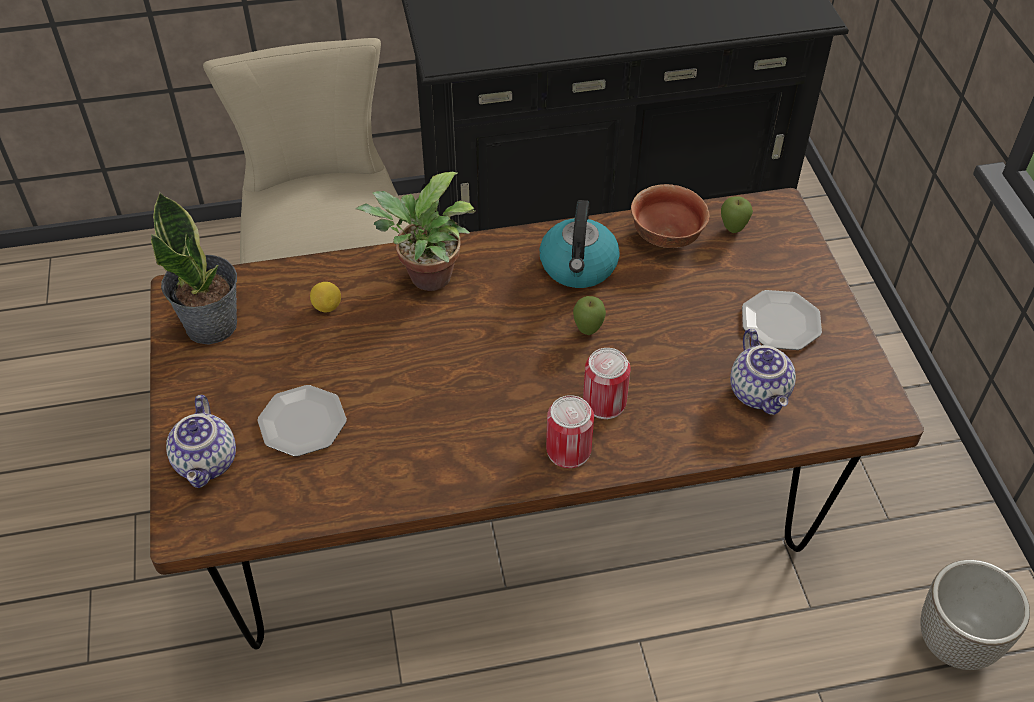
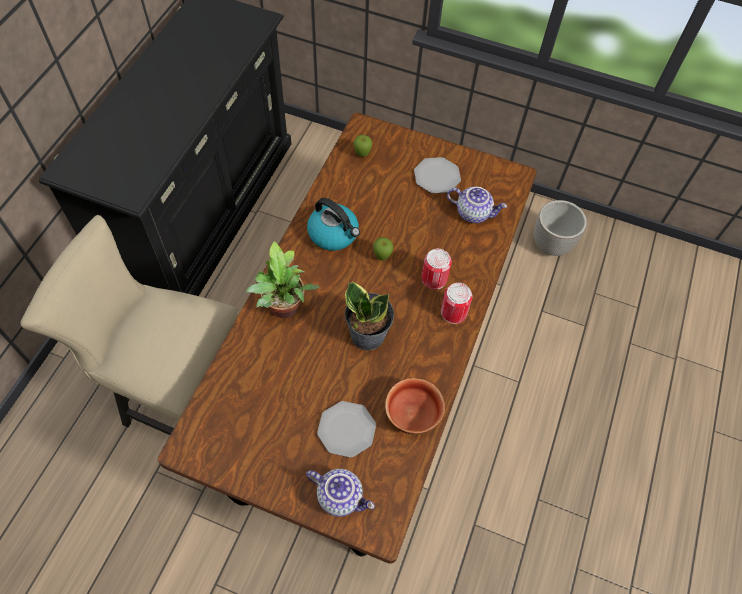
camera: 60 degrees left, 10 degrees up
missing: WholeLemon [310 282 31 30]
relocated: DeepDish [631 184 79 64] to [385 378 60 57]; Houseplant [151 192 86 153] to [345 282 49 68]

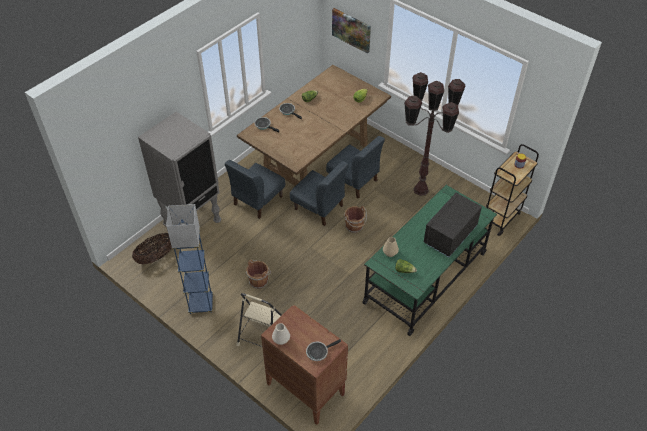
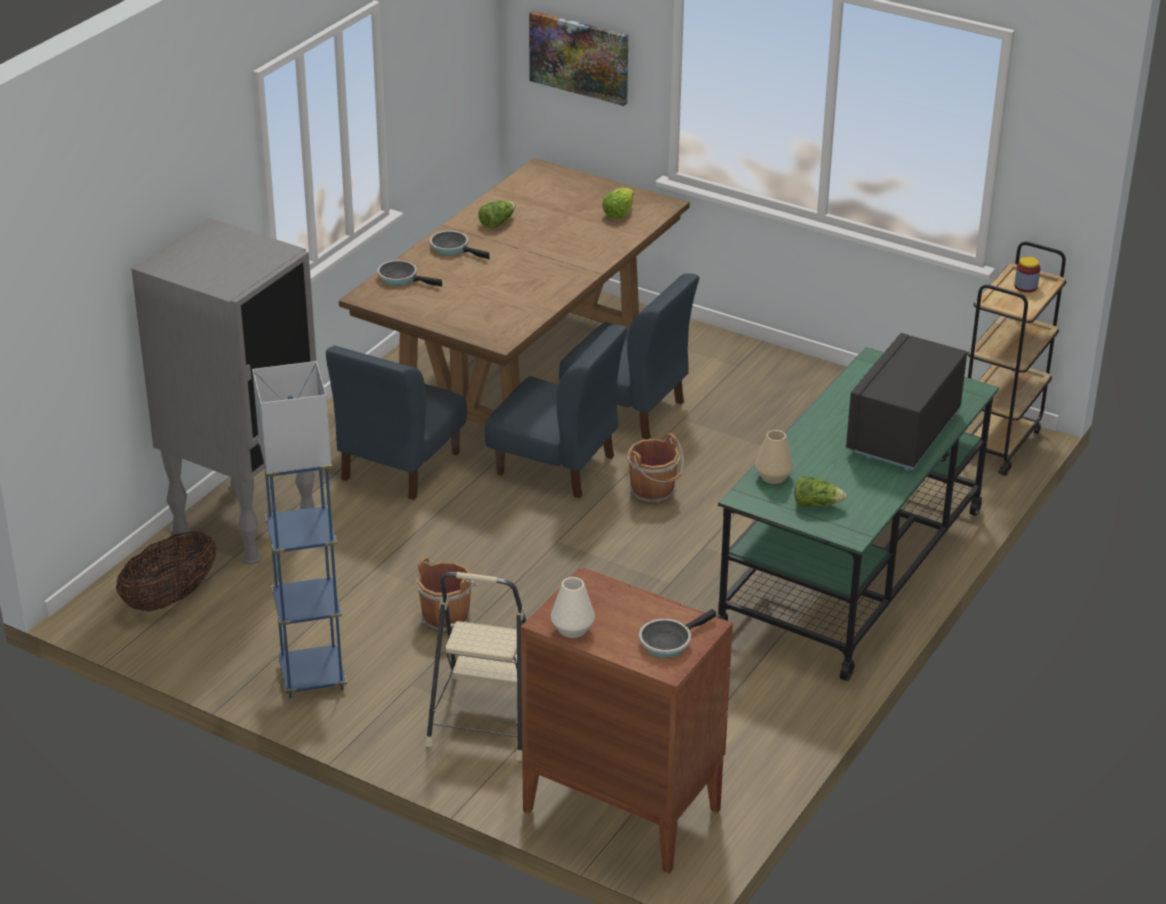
camera: 10 degrees left, 15 degrees down
missing: BrownColouredStandingLamp [404 72 62 124]

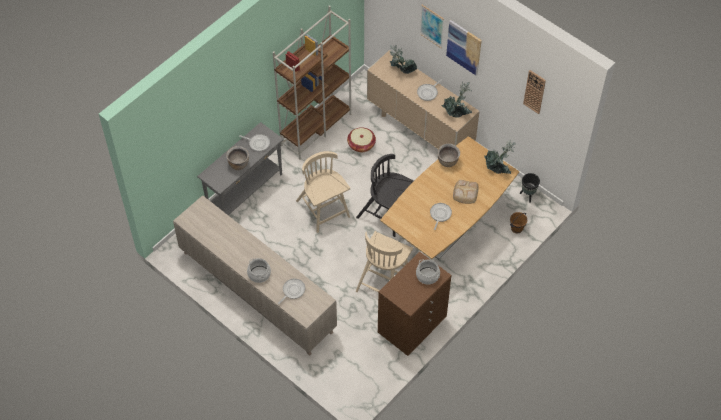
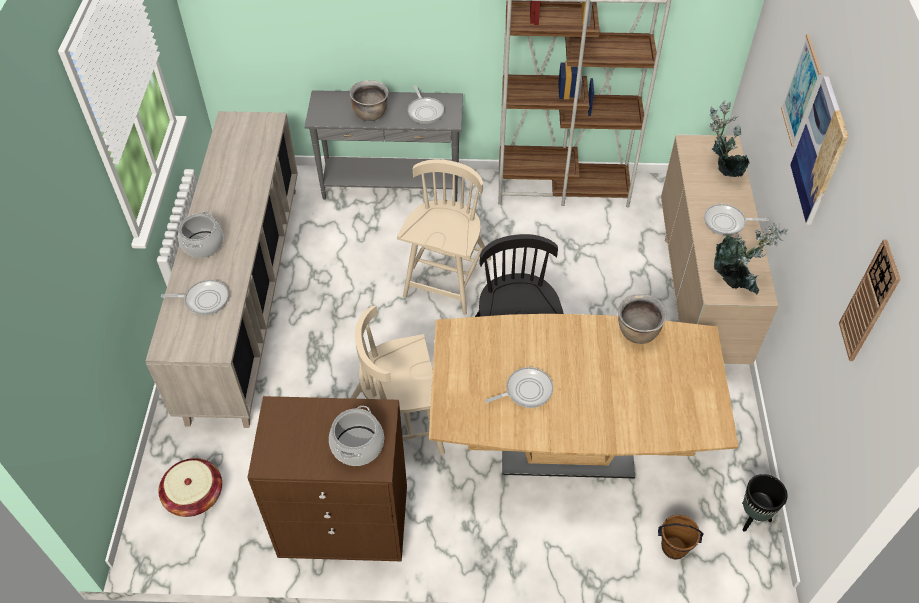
camera: 50 degrees right, 5 degrees down
missing: Houseplant [484 141 32 33]; BakeryBread [453 180 26 24]
relocated: HouseholdBasket [347 127 29 25] to [159 458 63 59]

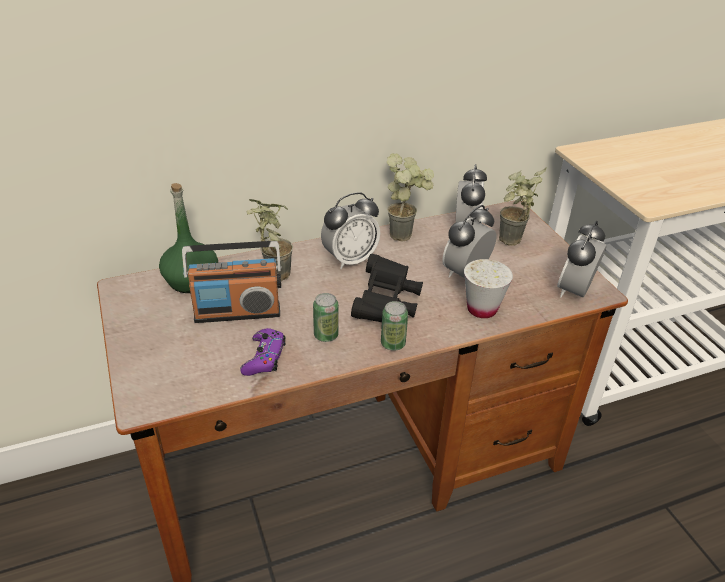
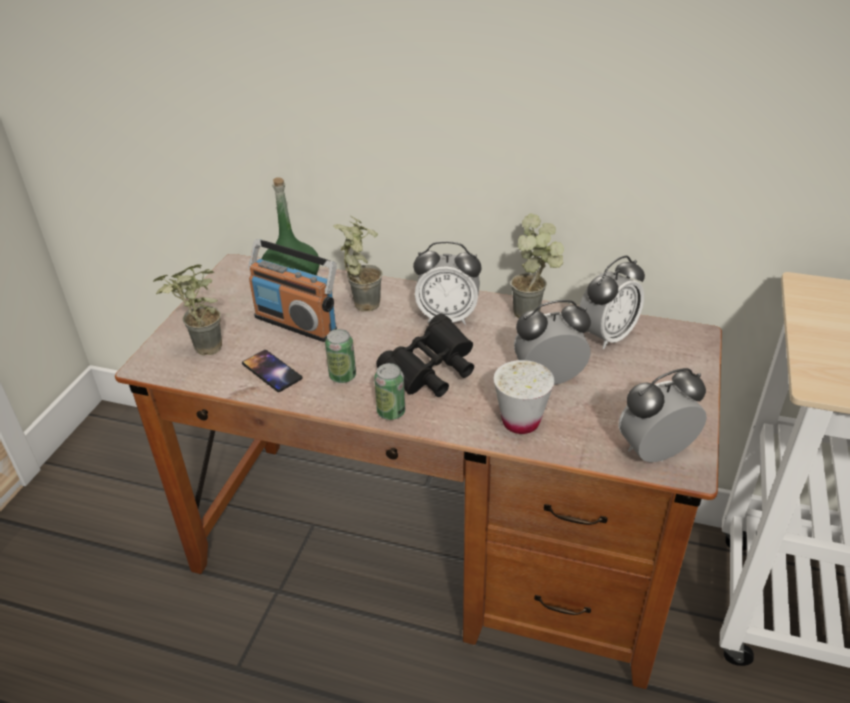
camera: 40 degrees right, 0 degrees up
relocated: Houseplant [499 167 48 79] to [154 265 68 91]
exchanged: PurpleGamepad [240 328 45 48] to Handset [242 350 61 42]

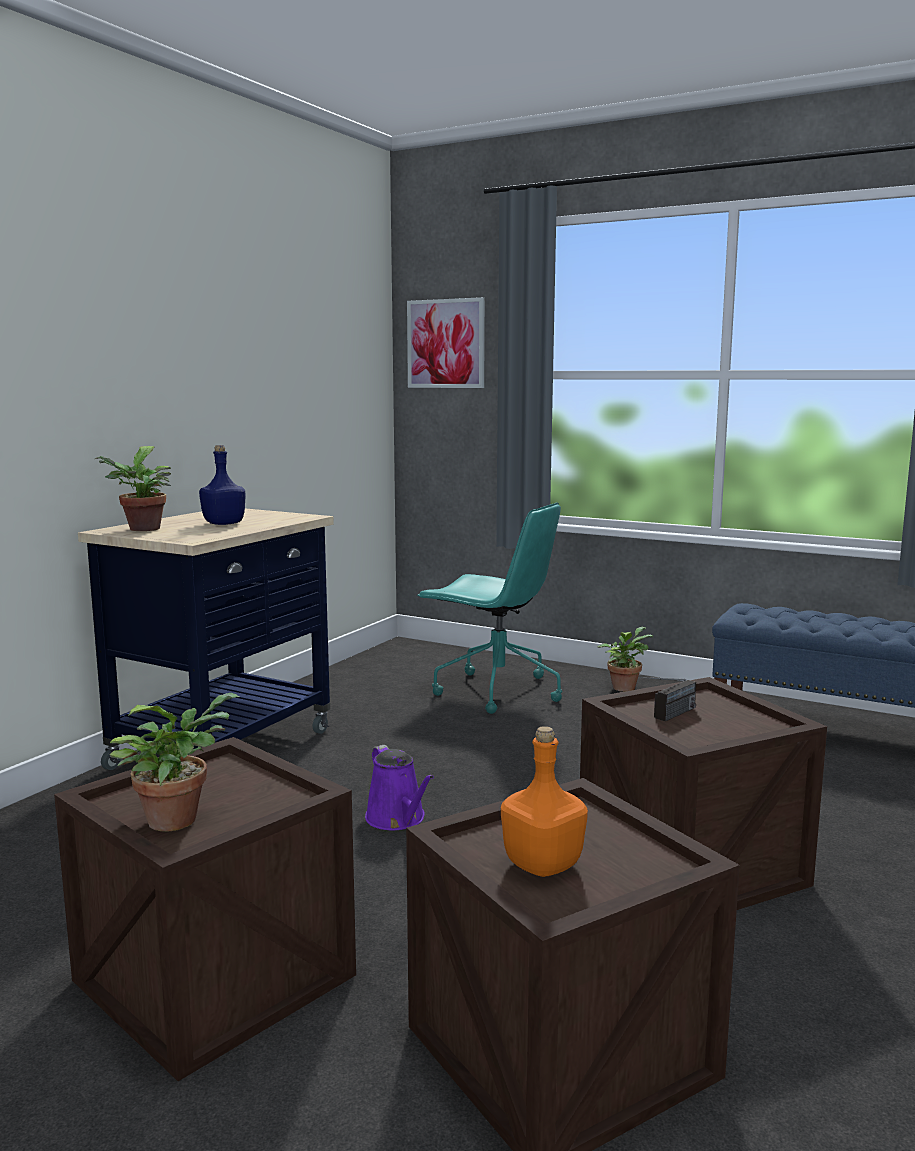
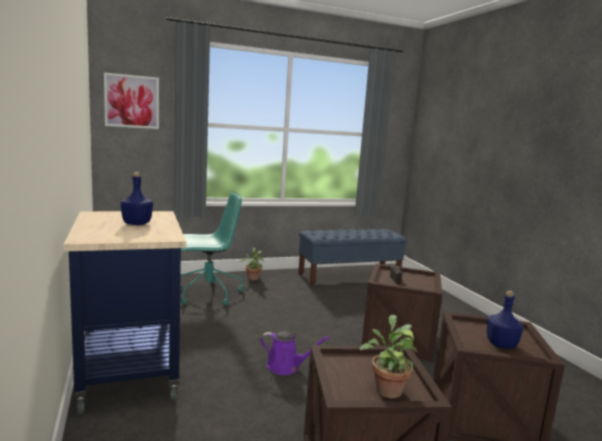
camera: 50 degrees left, 0 degrees up
missing: Houseplant [95 446 76 85]
colour: OrangeColouredBottle [501 726 87 151] to BlueBottle [487 290 36 59]

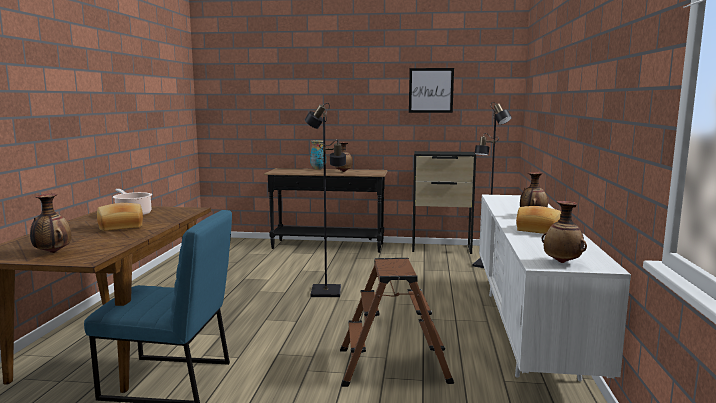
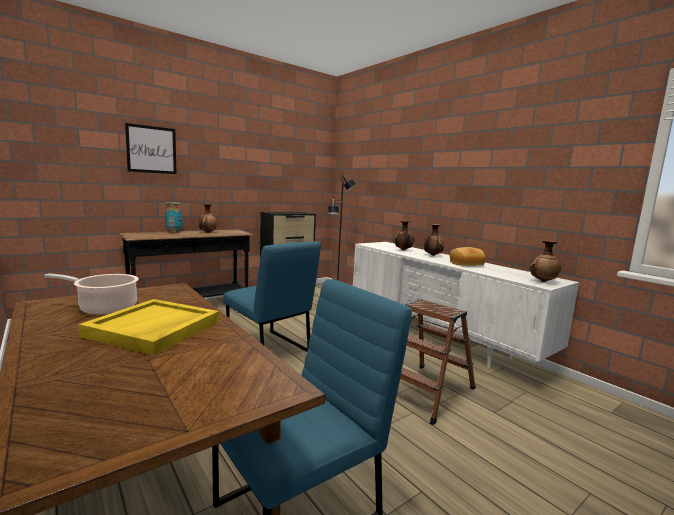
camera: 45 degrees left, 0 degrees up
relocated: WallPicture [409 68 45 45] to [125 123 52 51]; DecorativeVase [30 194 42 59] to [393 220 22 30]
exchanged: BlackStandingLamp [305 103 41 194] to BlueChair [223 241 98 111]; BakeryBread [97 203 46 28] to YellowColouredCarryingTray [78 299 141 56]

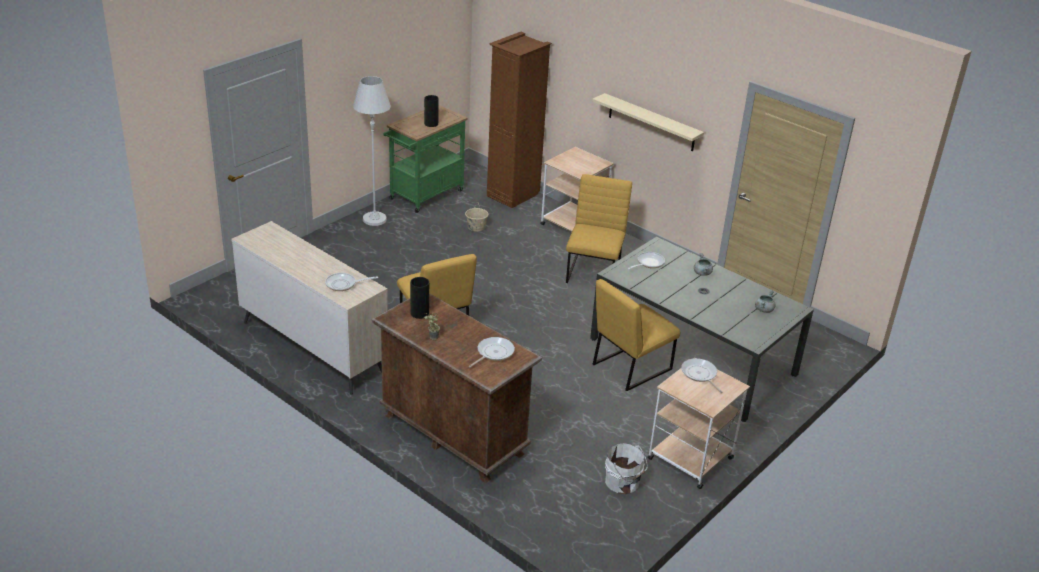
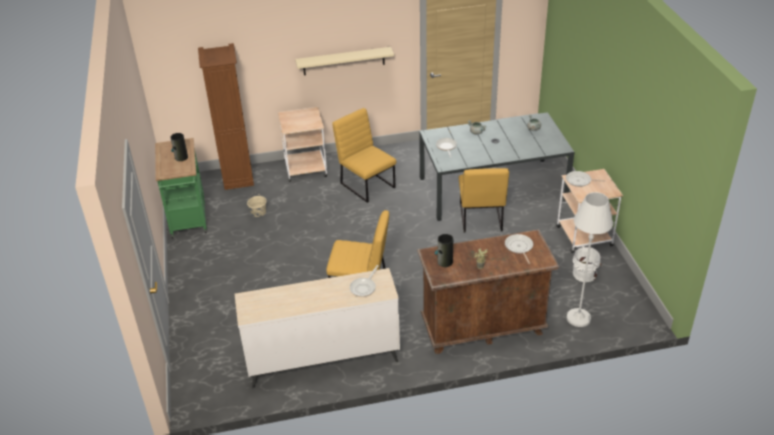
camera: 50 degrees left, 5 degrees up
relocated: WhitishStandingLamp [353 76 38 150] to [566 192 47 135]

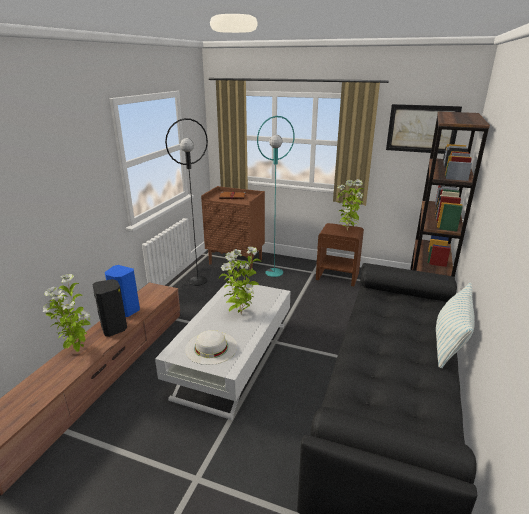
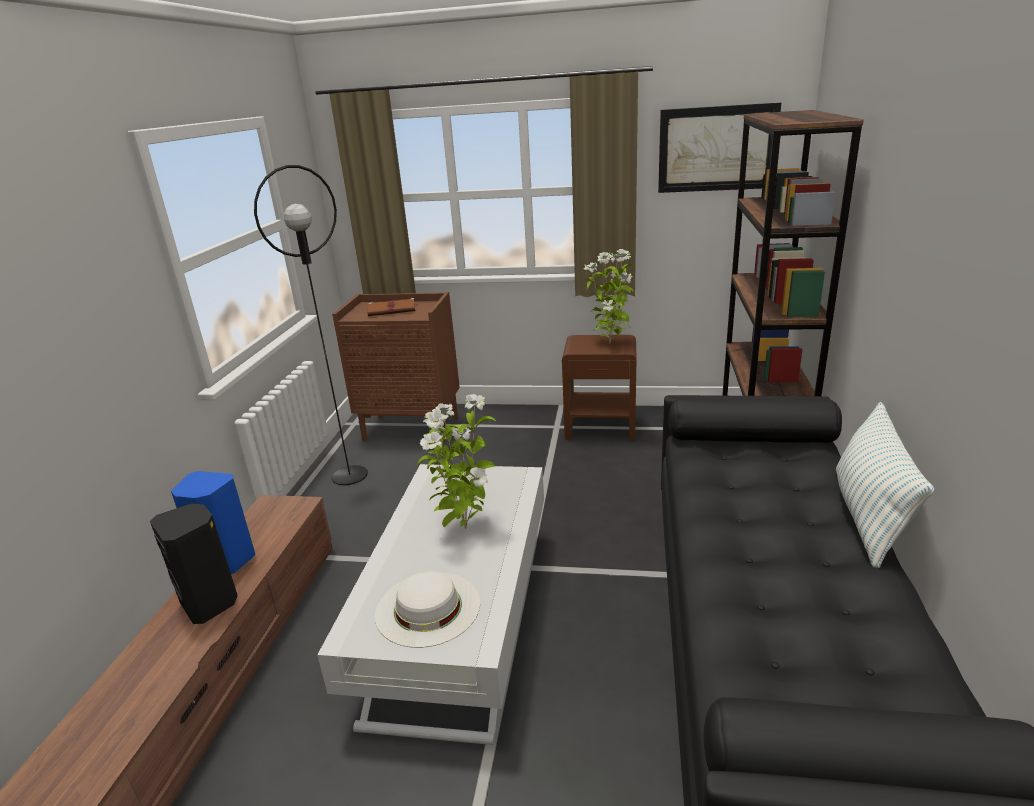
camera: 10 degrees left, 0 degrees up
missing: TurquoiseColouredStandingLamp [257 116 37 161]; Houseplant [43 274 48 78]

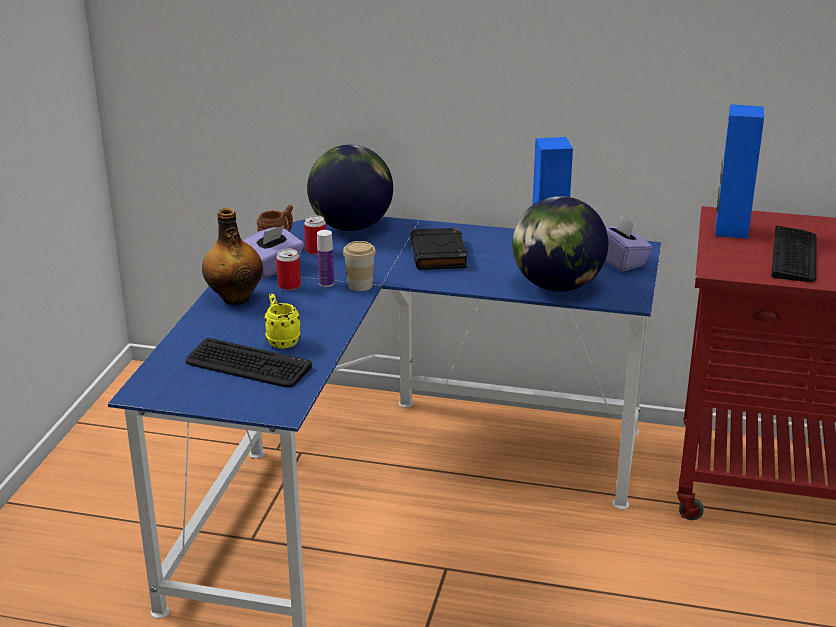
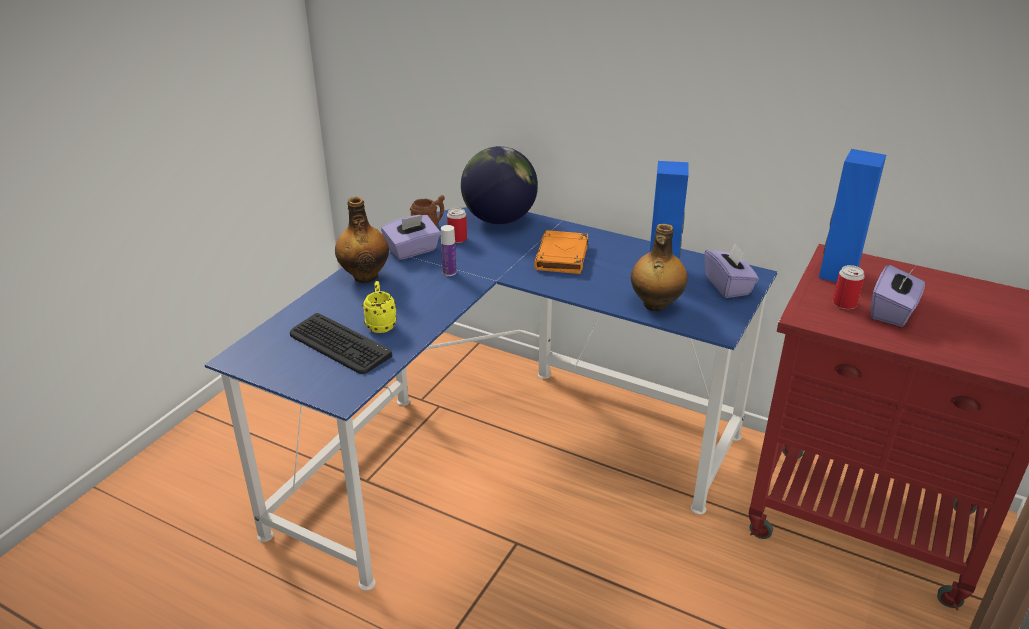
camera: 15 degrees right, 5 degrees up
missing: DrinkingCup [343 241 33 50]
relocated: Can [276 249 25 41] to [832 265 33 44]
exchanged: Globe [512 196 96 96] to Bottle [631 224 57 87]; Keyboard [771 226 46 56] to PurpleTissueHolder [871 265 54 62]
colour: BlackBook [410 228 57 42] to OrangeColouredBook [534 230 54 44]

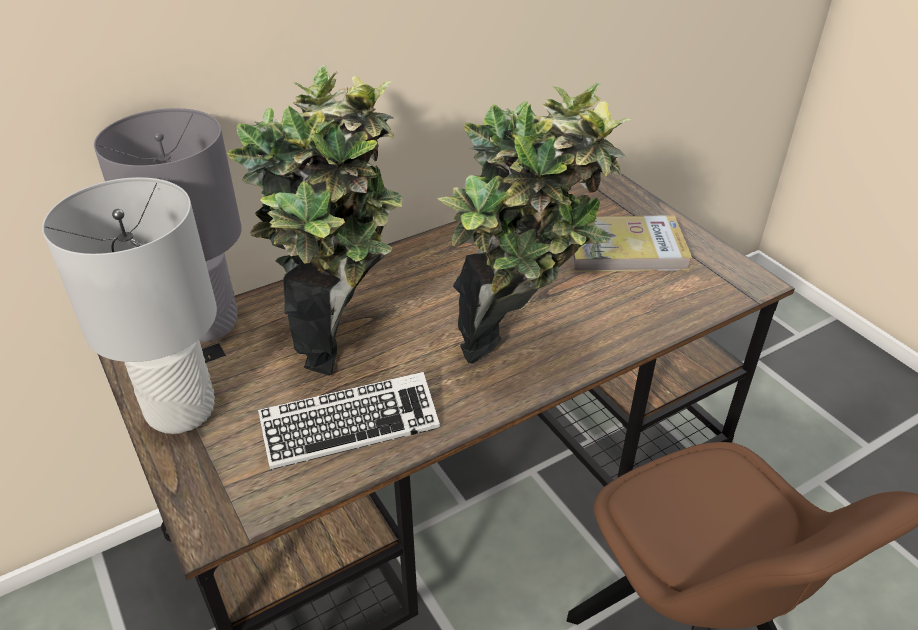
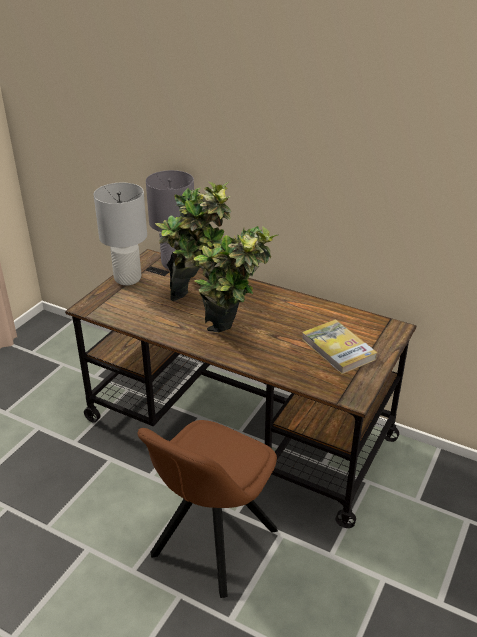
camera: 60 degrees right, 5 degrees down
missing: Keyboard [258 372 182 98]

